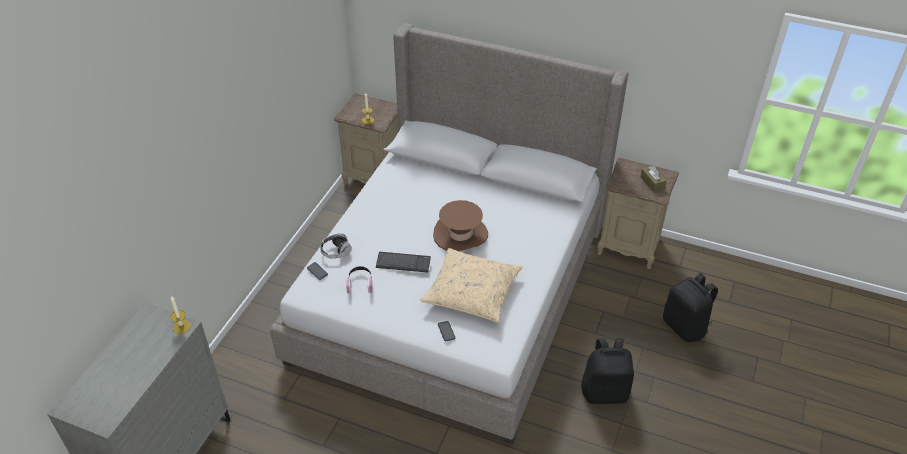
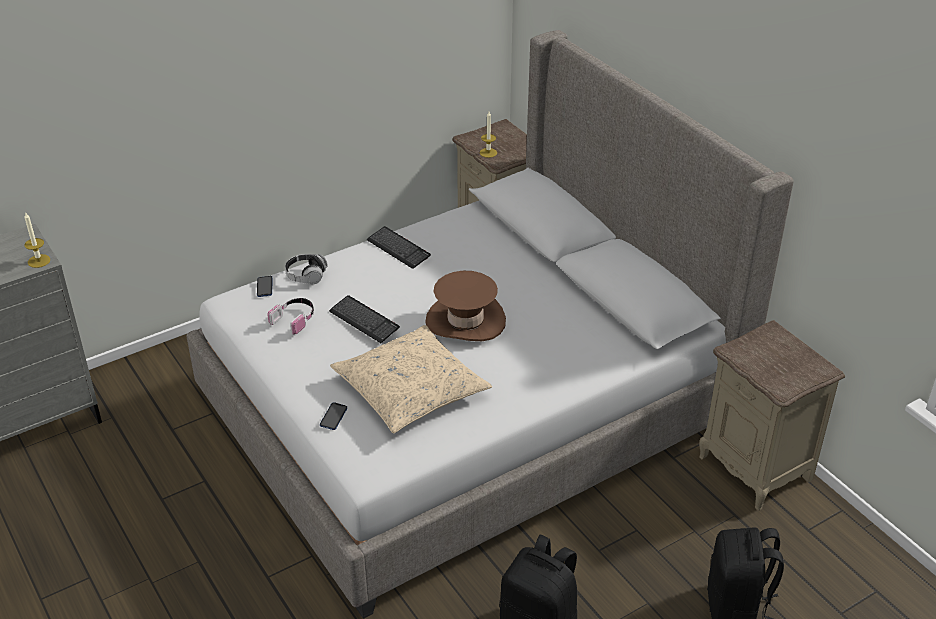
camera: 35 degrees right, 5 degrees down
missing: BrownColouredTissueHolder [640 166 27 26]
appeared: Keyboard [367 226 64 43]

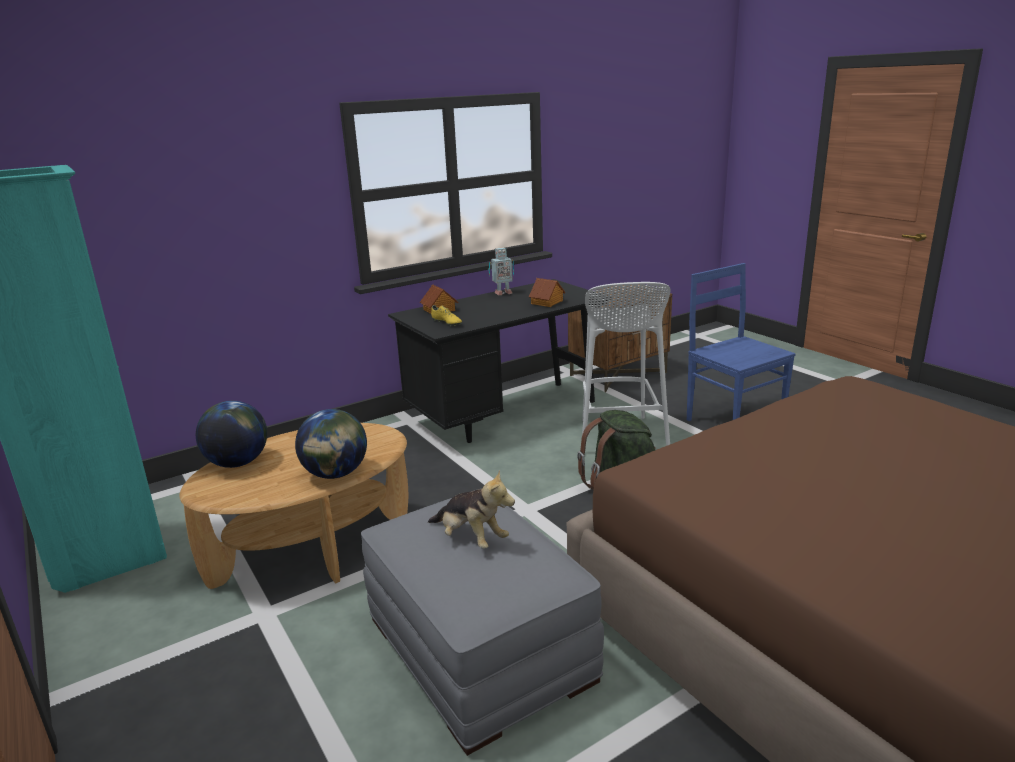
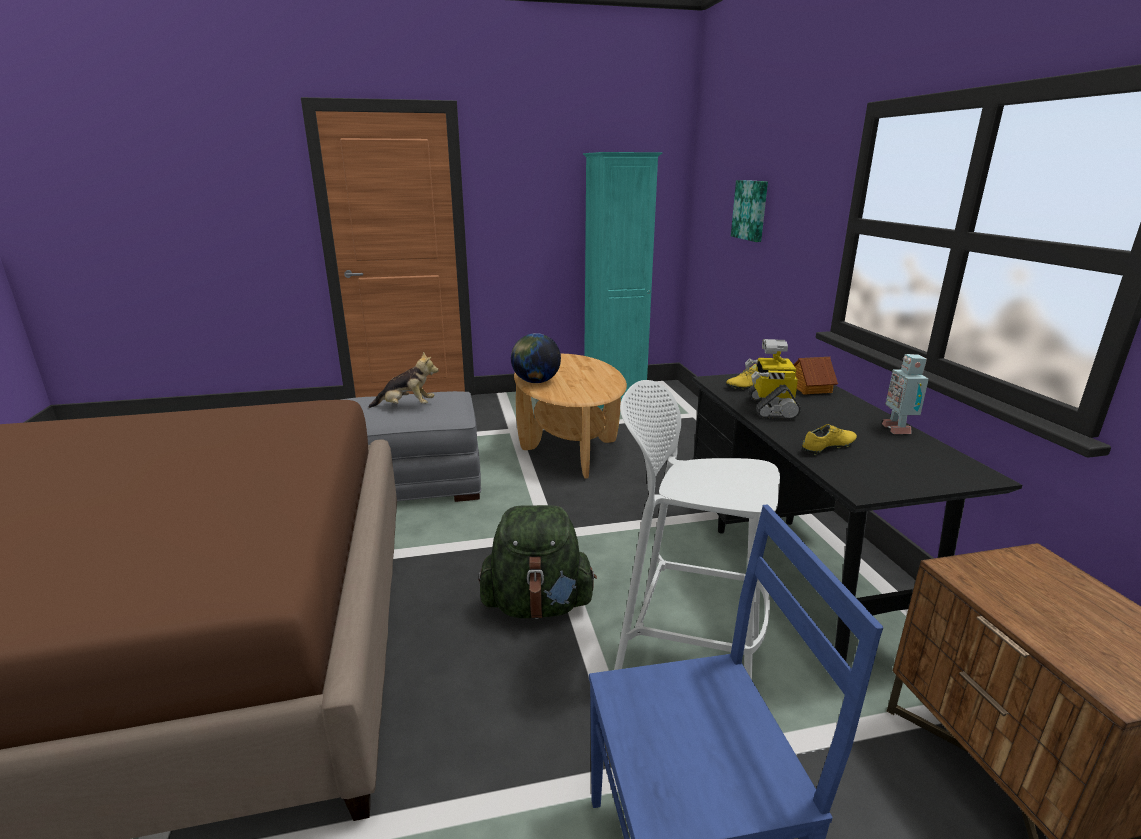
camera: 110 degrees right, 0 degrees up
missing: Globe [196 401 71 67]
appeared: WallPicture [731 180 37 62]; ModelRobot [745 339 56 81]
exchanged: MiniatureHouse [529 278 36 29] to YellowColouredItemOfFootwear [802 424 55 31]
spun: PlushToy [428 470 87 79] = [368 352 71 56] 150 degrees counterclockwise

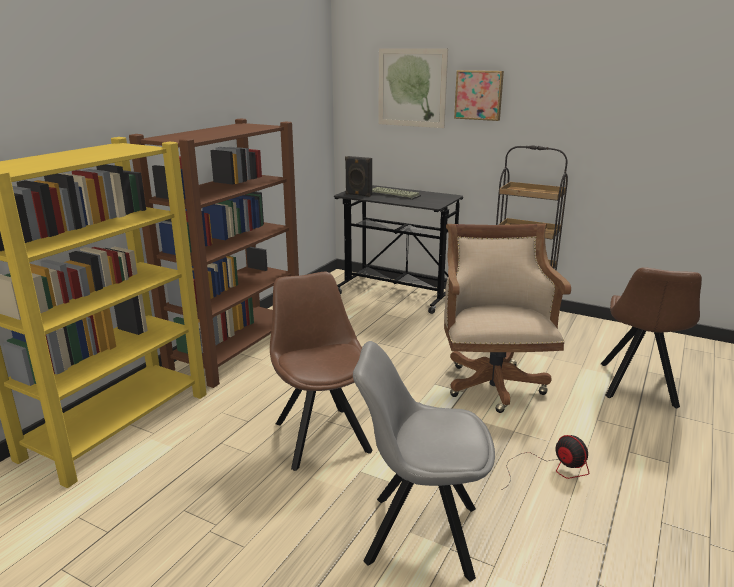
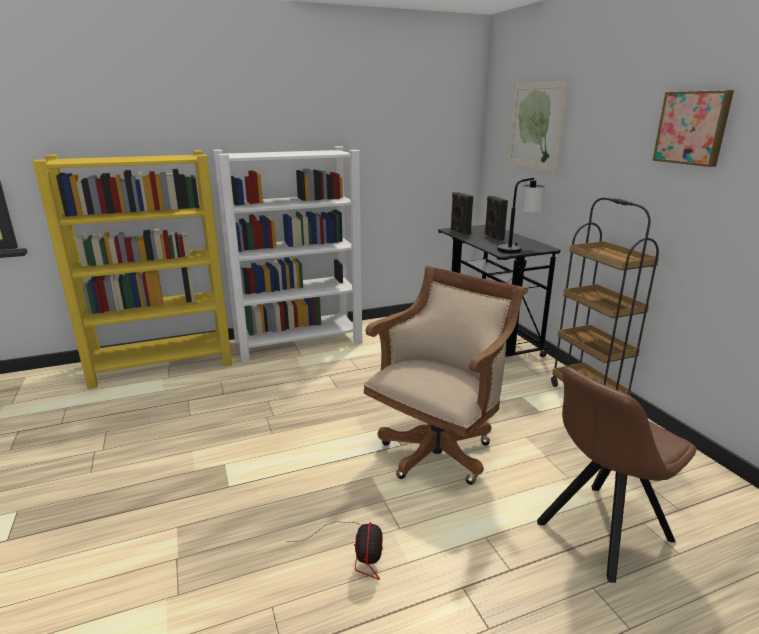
camera: 40 degrees right, 0 degrees up
missing: BrownColouredChair [270 272 103 199]; GreyChair [353 341 142 241]
appeared: LampForATable [497 178 48 76]
relocated: WallPicture [454 70 50 51] to [652 90 82 77]
exchanged: Keyboard [372 187 49 13] to BlackLoudspeaker [485 196 23 45]
colour: BrownColouredShelvingUnit [129 118 170 270] to WhitishShelvingUnit [213 146 149 217]

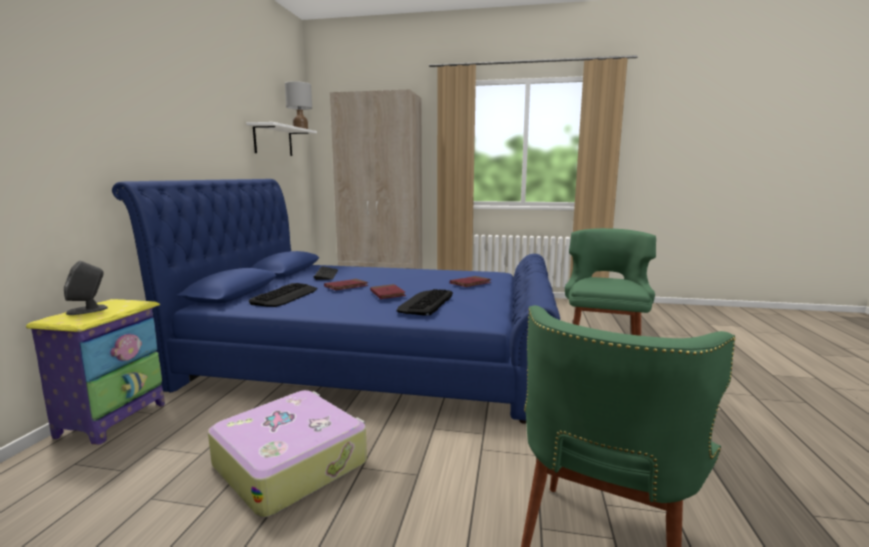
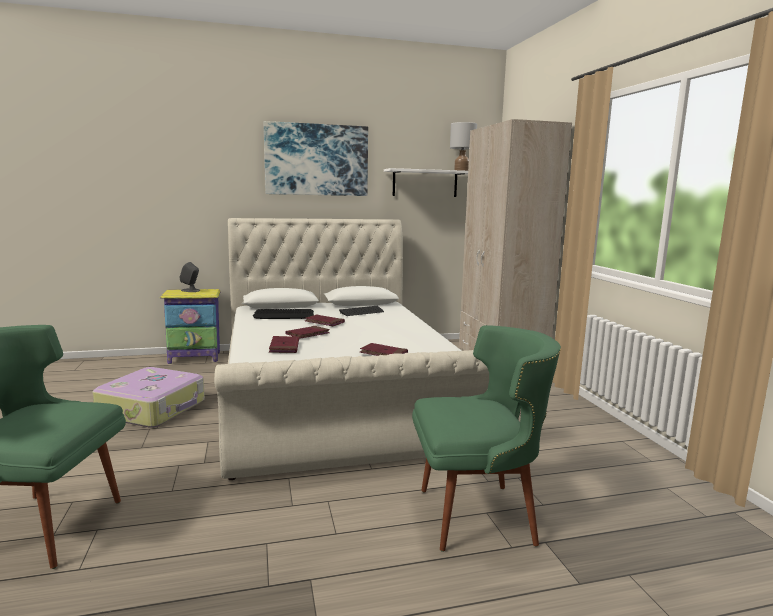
camera: 65 degrees right, 0 degrees up
appeared: WallPicture [264 121 104 75]
exchanged: Keyboard [397 289 56 27] to RedColouredBook [269 336 30 17]
colour: BlueBed [112 179 448 245] to BeigeColouredBed [214 218 275 262]

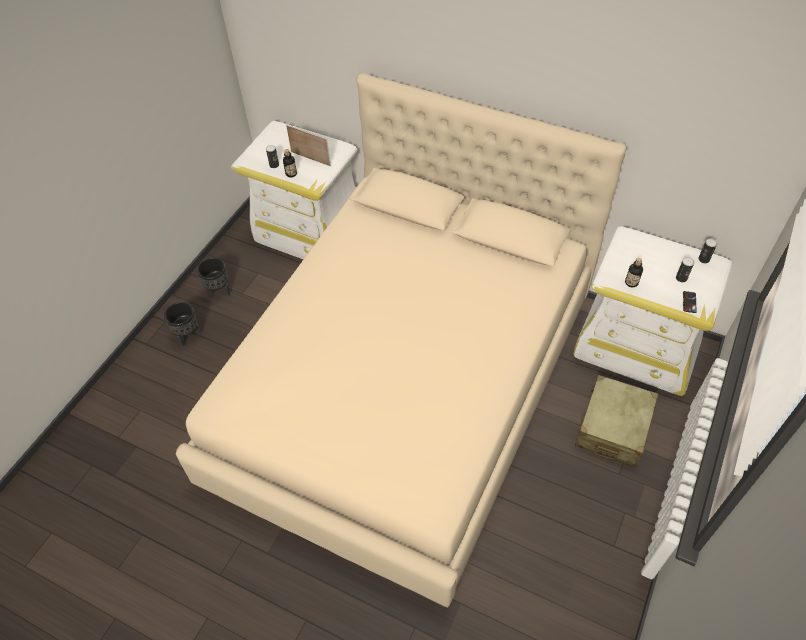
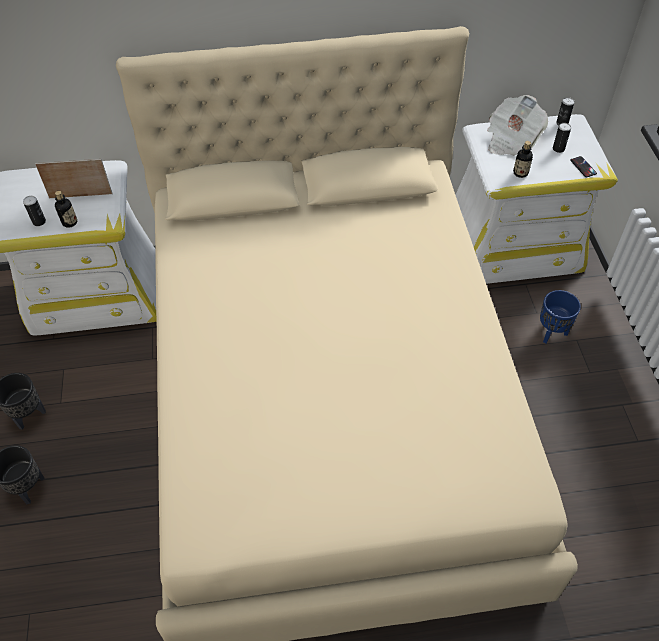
camera: 35 degrees left, 0 degrees up
appeared: DailyPaper [487 95 61 61]
exchanged: BeigeColouredPieceOfLuggage [575 375 83 92] to BluePlanter [540 290 41 53]

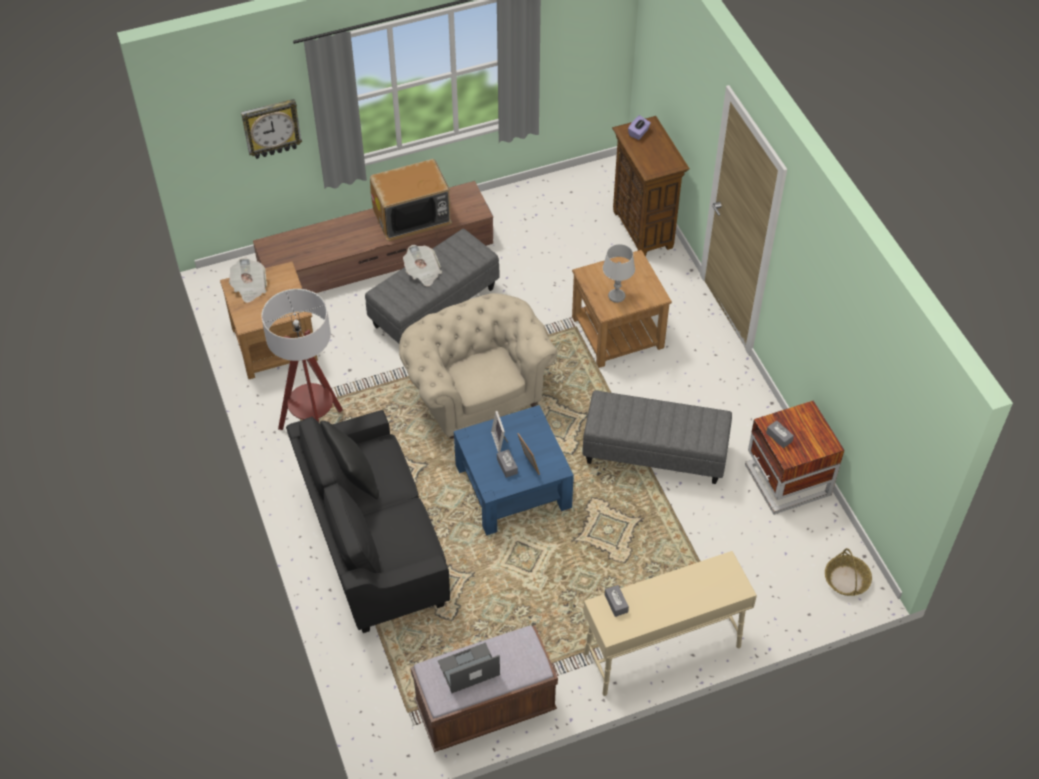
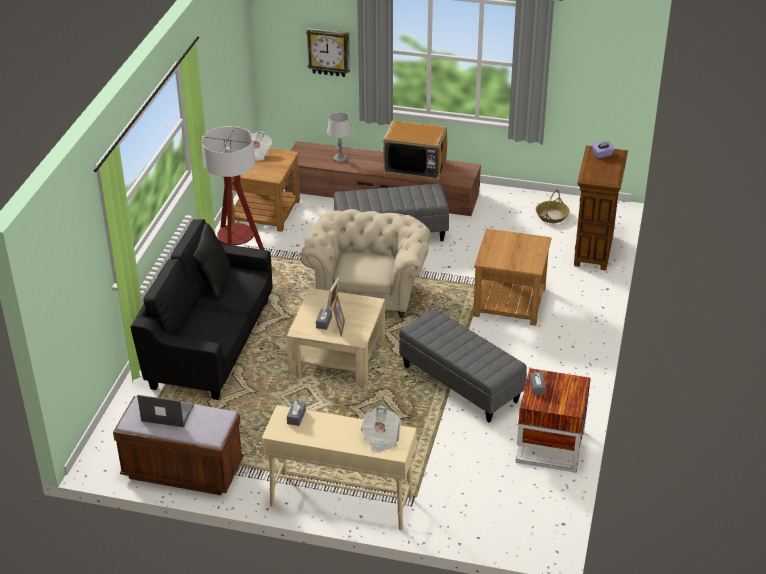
camera: 35 degrees right, 15 degrees down
relocated: GreyLampForATable [603 244 32 59] to [327 112 25 50]; DailyPaper [403 245 39 42] to [361 406 40 47]; HouseholdBasket [825 548 47 48] to [536 190 34 33]
colour: BlueCoffeeTable [454 405 120 131] to BeigeColouredCoffeeTable [287 288 98 99]

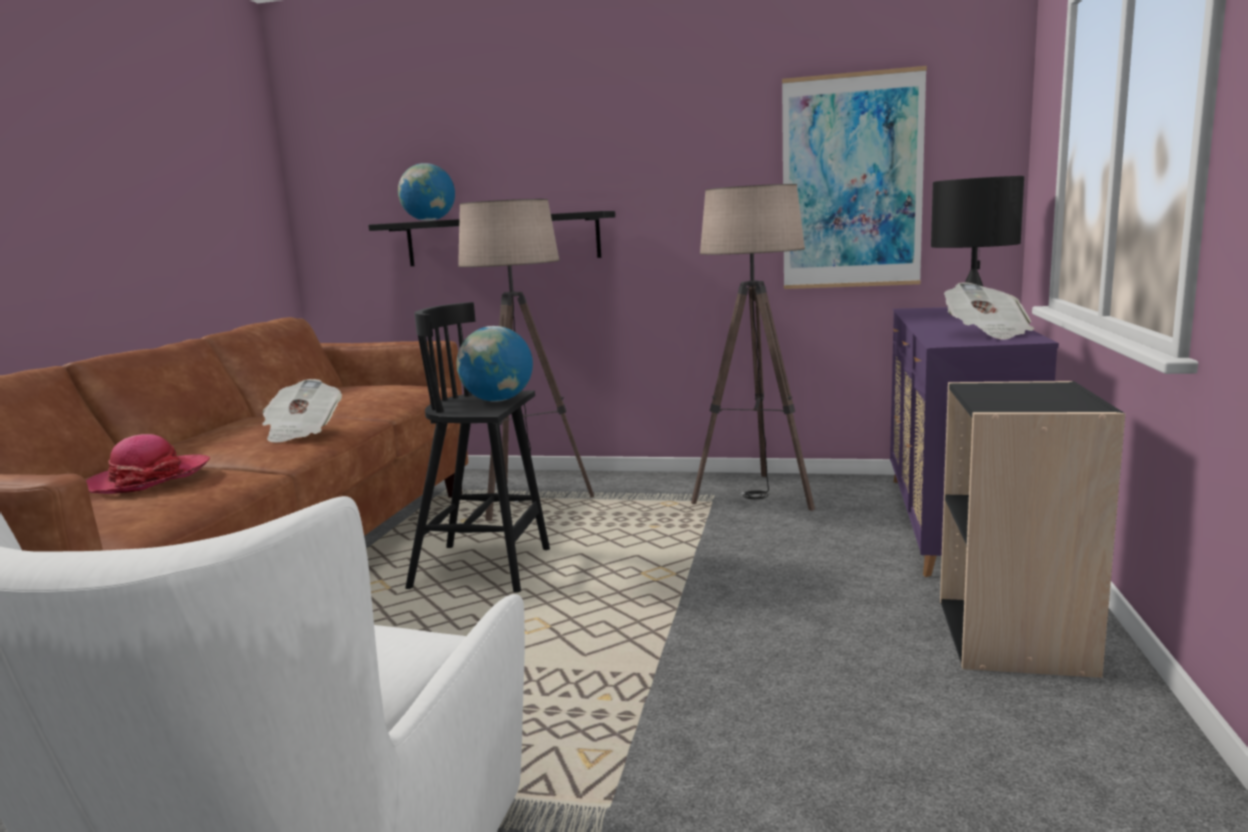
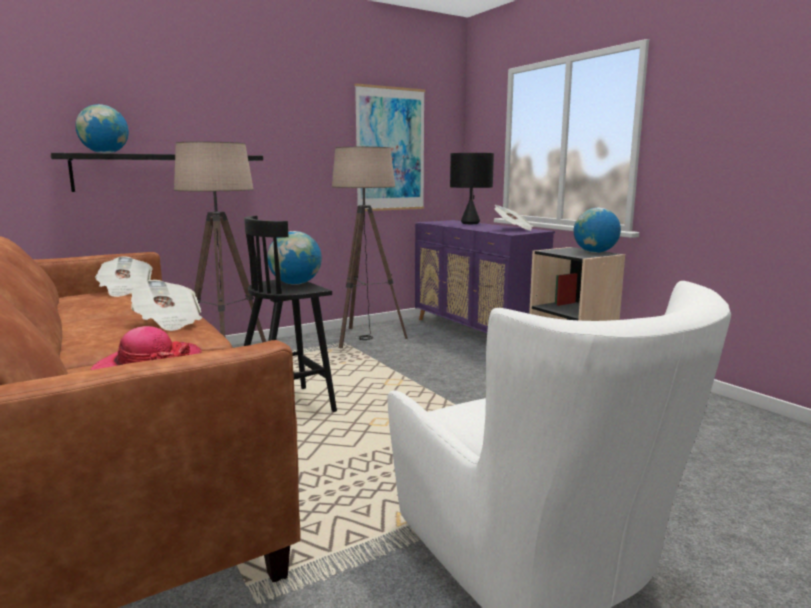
camera: 45 degrees left, 0 degrees up
appeared: Globe [574 208 47 45]; DailyPaper [95 257 58 40]

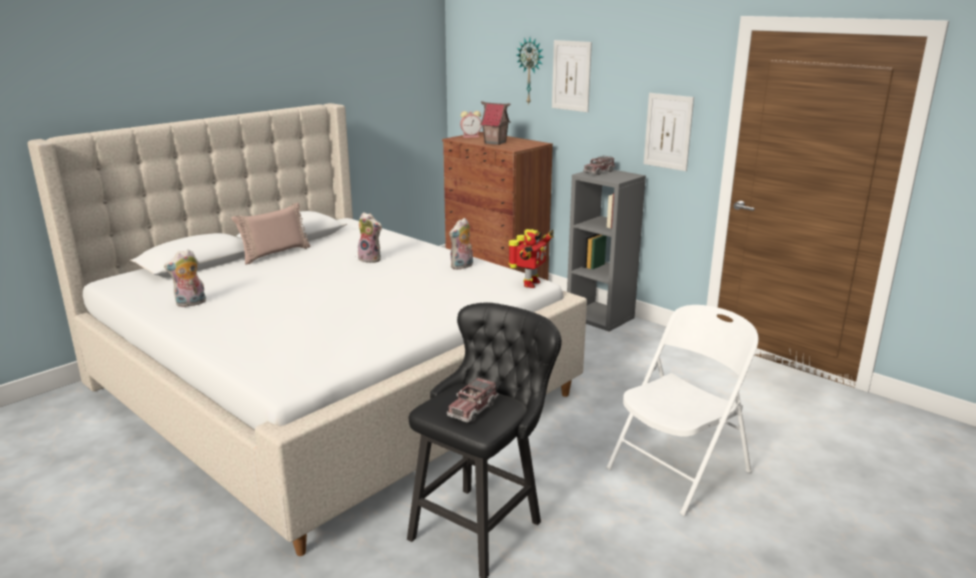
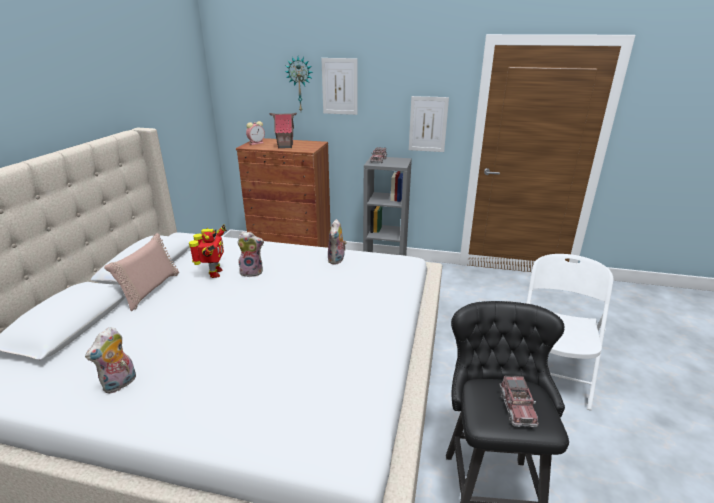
camera: 30 degrees left, 5 degrees up
relocated: ModelRobot [508 229 46 59] to [189 225 38 53]

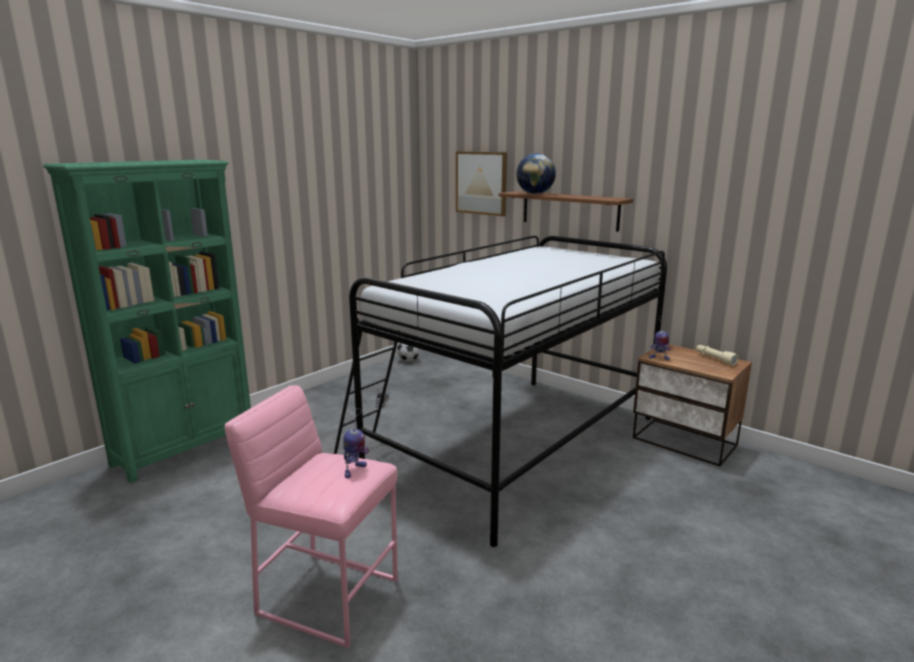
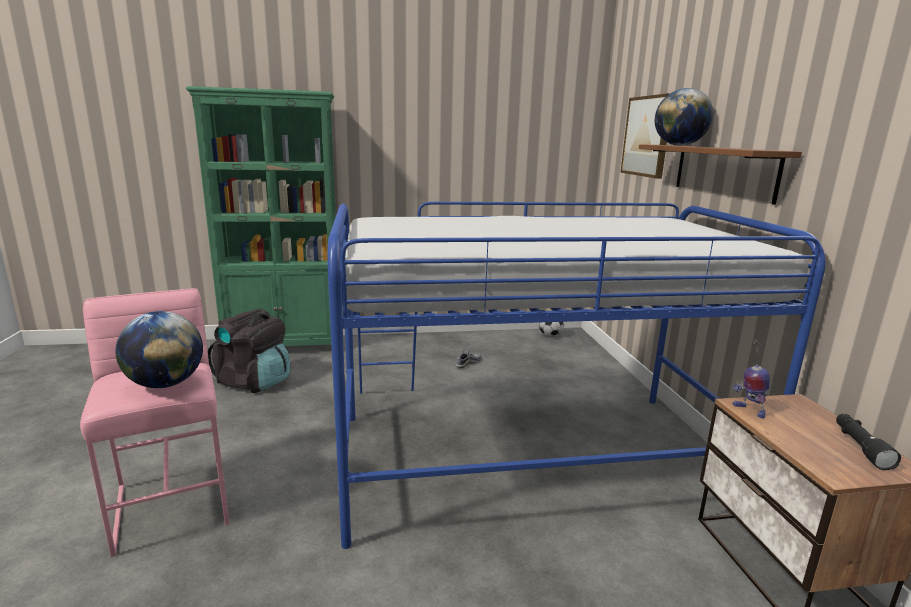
camera: 40 degrees right, 0 degrees up
appeared: BlackKnapsack [208 309 82 84]
exchanged: ModelRobot [343 408 26 70] to Globe [115 311 88 77]
colour: BlackBed [334 236 333 311] to BlueBed [328 202 498 347]; BeigeColouredFlashlight [696 345 43 21] to BlackFlashlight [836 414 65 56]

